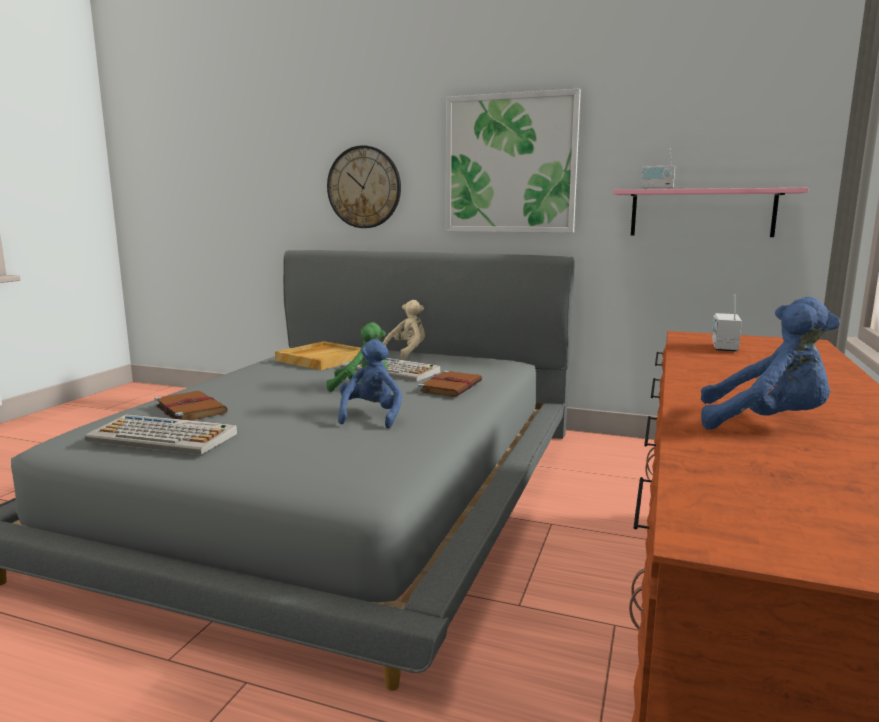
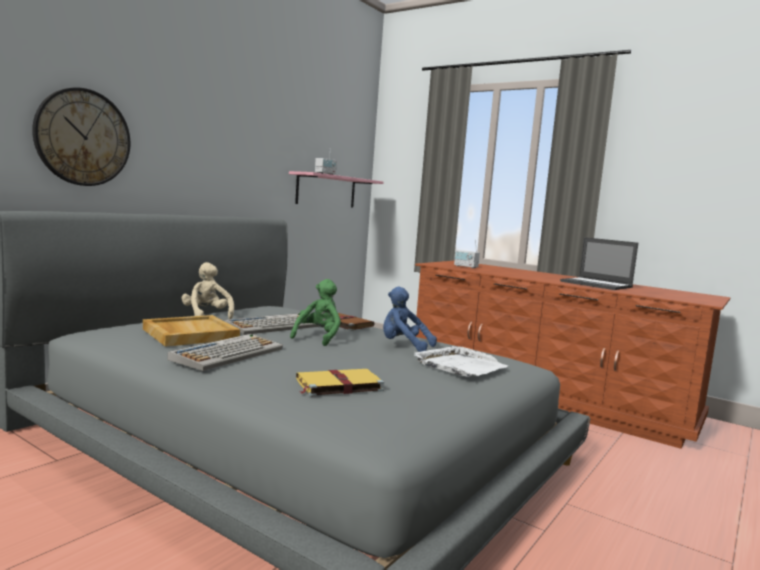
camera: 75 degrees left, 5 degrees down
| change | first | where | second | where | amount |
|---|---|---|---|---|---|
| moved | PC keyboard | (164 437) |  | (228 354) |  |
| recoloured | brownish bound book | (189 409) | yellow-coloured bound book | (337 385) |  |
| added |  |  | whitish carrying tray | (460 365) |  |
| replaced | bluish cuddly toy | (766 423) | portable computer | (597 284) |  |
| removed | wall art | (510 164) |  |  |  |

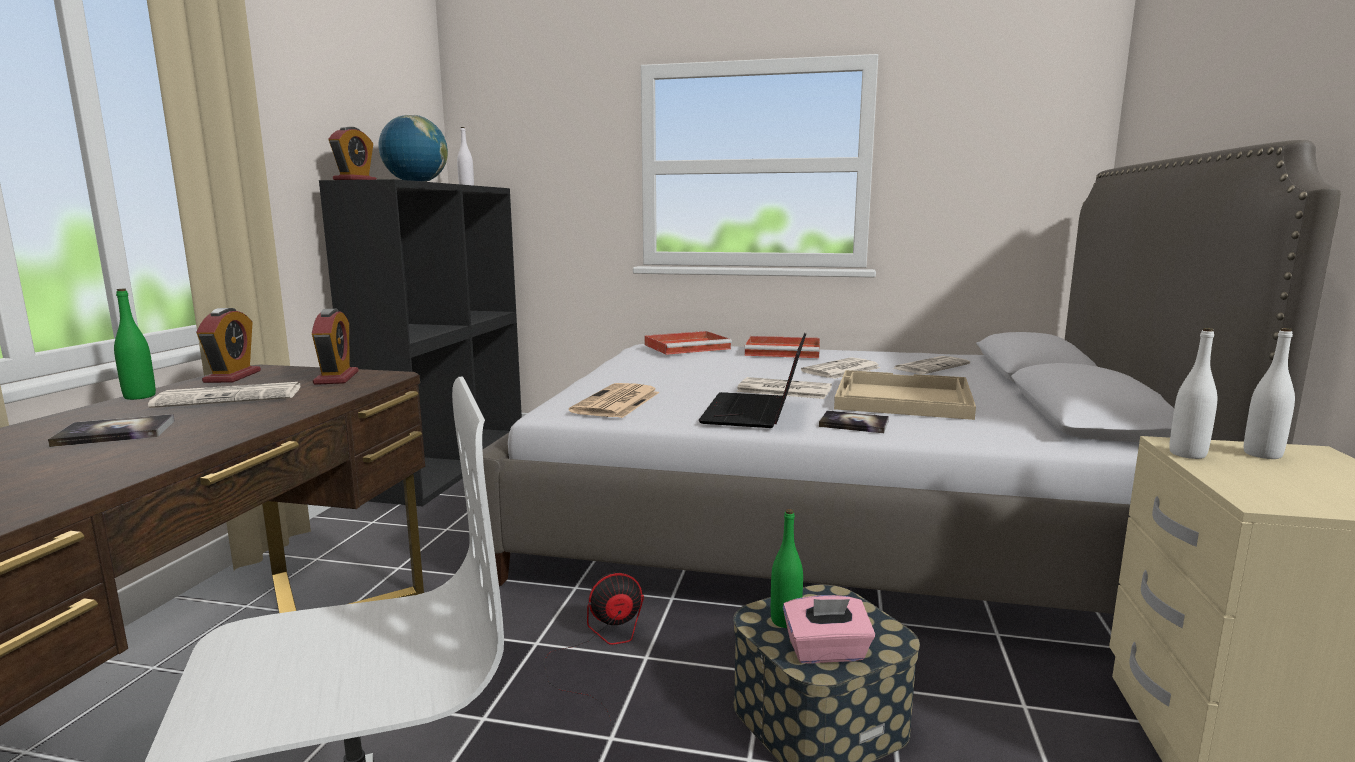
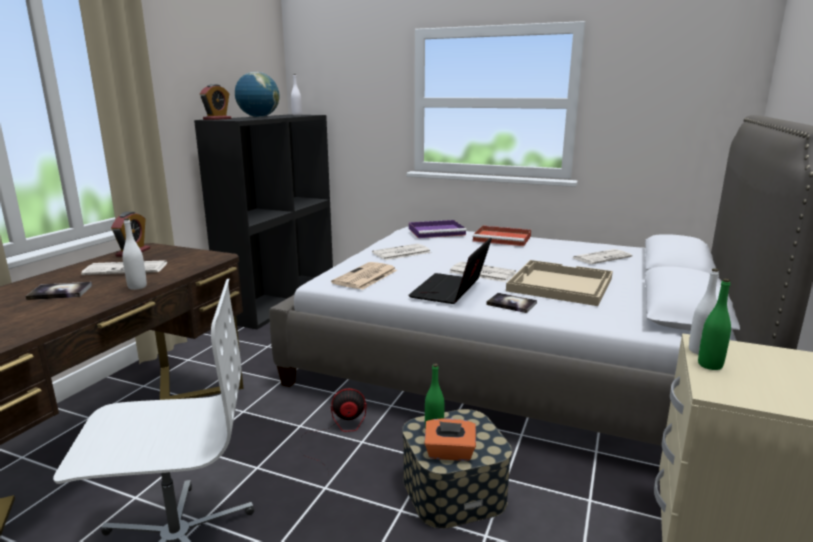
camera: 10 degrees right, 5 degrees up
| change | first | where | second | where | amount |
|---|---|---|---|---|---|
| moved | whitish beverage bottle | (1262 454) |  | (137 287) |  |
| moved | daily paper | (841 370) |  | (401 253) |  |
| recoloured | reddish carrying tray | (688 346) | purple-coloured carrying tray | (437 231) |  |
| recoloured | pinkish tissue holder | (826 652) | orange tissue holder | (449 453) |  |
| moved | greenish beverage bottle | (140 396) |  | (710 365) |  |
| removed | alarm clock | (336 378) |  |  |  |

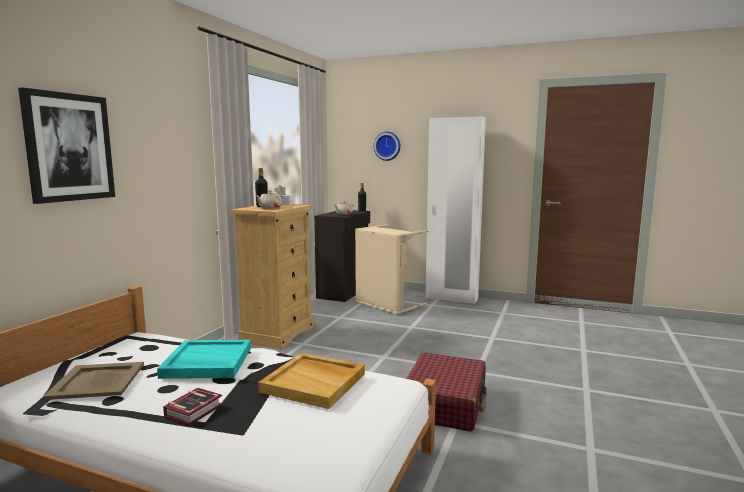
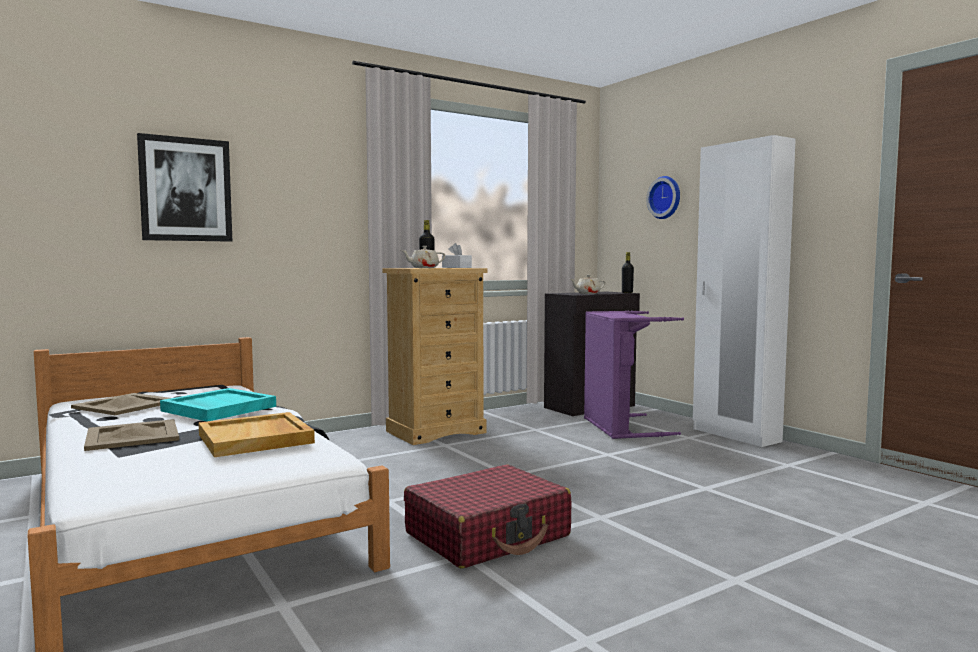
camera: 35 degrees right, 5 degrees down
| change | first | where | second | where | amount |
|---|---|---|---|---|---|
| replaced | bound book | (196 410) | sand-coloured carrying tray | (133 436) |  |
| recoloured | sand-coloured hamper | (386 305) | purple-coloured hamper | (619 427) |  |

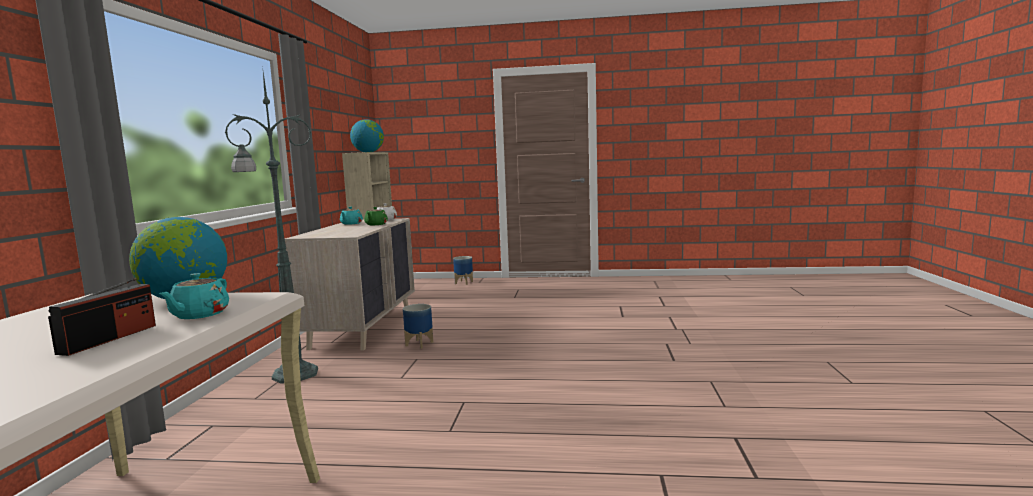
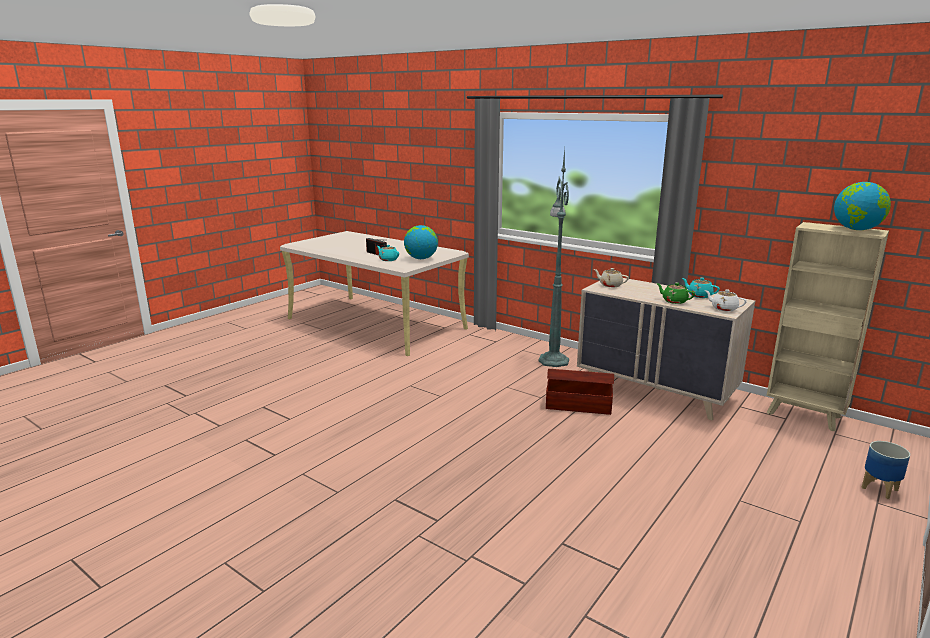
camera: 120 degrees right, 10 degrees up
| change | first | where | second | where | amount |
|---|---|---|---|---|---|
| replaced | flower pot | (419 344) | brownish storage container | (577 404) |  |
| added |  |  | sand-coloured pot for tea | (610 285) |  |

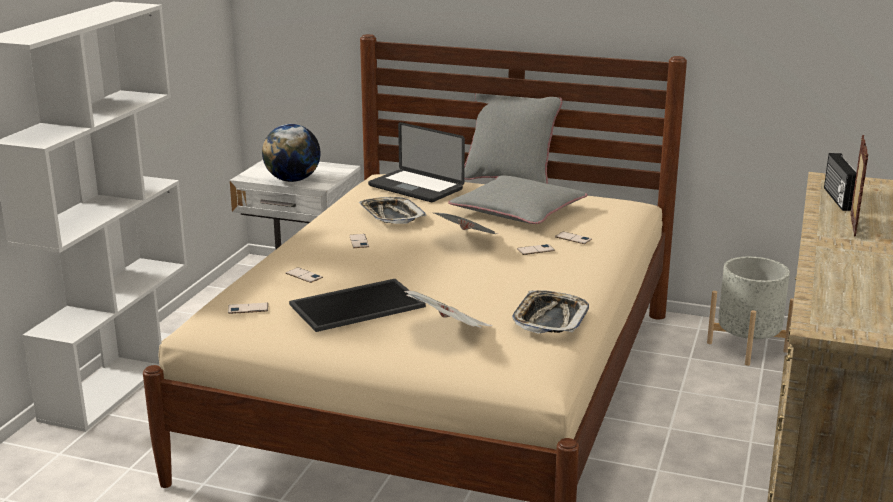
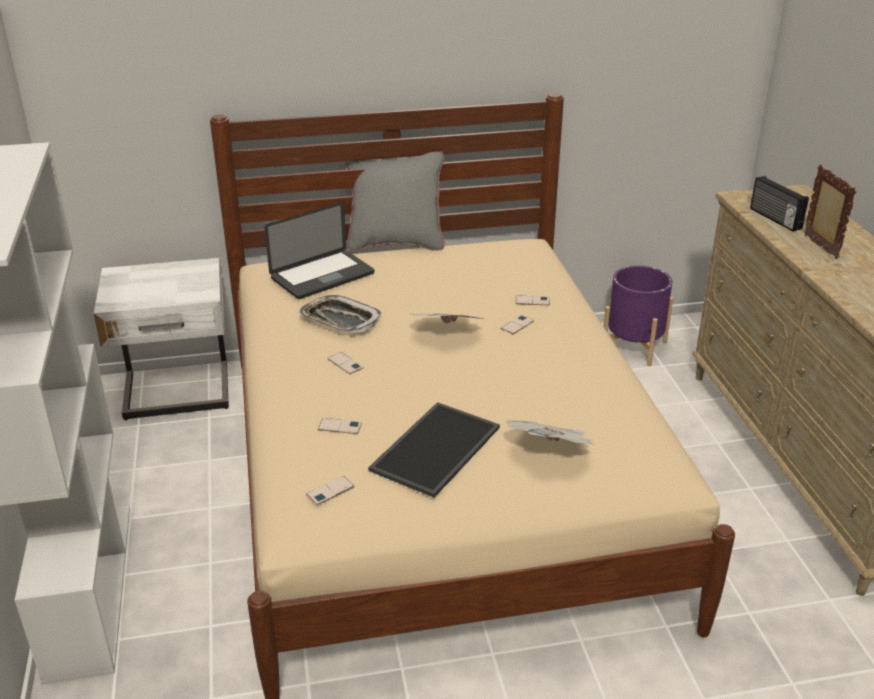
camera: 30 degrees left, 10 degrees up
| change | first | where | second | where | amount |
|---|---|---|---|---|---|
| turned | portable computer | (415 187) |  | (322 276) | 45 degrees counterclockwise |
| recoloured | gray flower pot | (747 347) | purple-coloured flower pot | (634 347) |  |
| removed | desk globe | (293 180) |  |  |  |
| removed | gray cushion | (518 211) |  |  |  |
| removed | carrying tray | (550 319) |  |  |  |

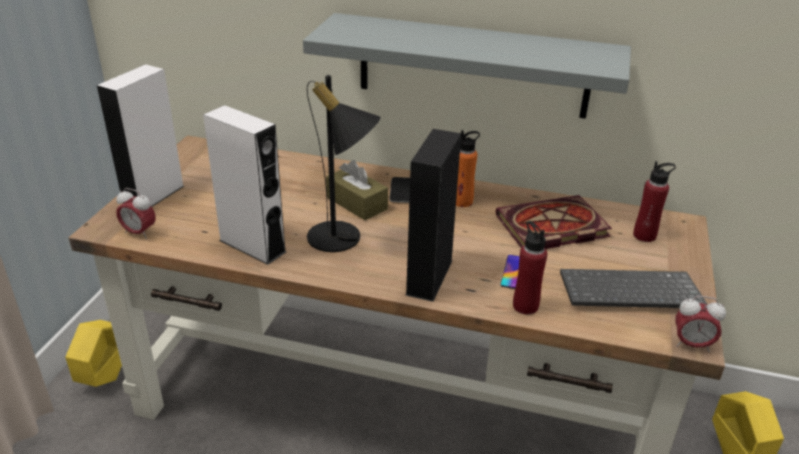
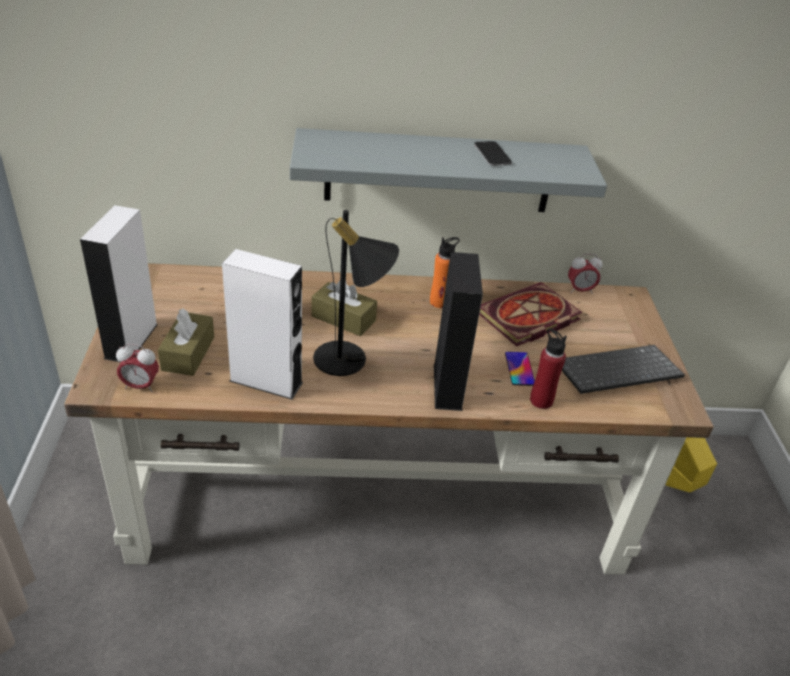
camera: 20 degrees left, 5 degrees up
| change | first | where | second | where | amount |
|---|---|---|---|---|---|
| added |  |  | brownish tissue holder | (188 353) |  |
| moved | phone | (401 191) |  | (492 155) |  |
| moved | alarm clock | (691 344) |  | (580 290) |  |
| removed | yellow-coloured flower pot | (105 377) |  |  |  |
| removed | reddish beverage bottle | (644 235) |  |  |  |

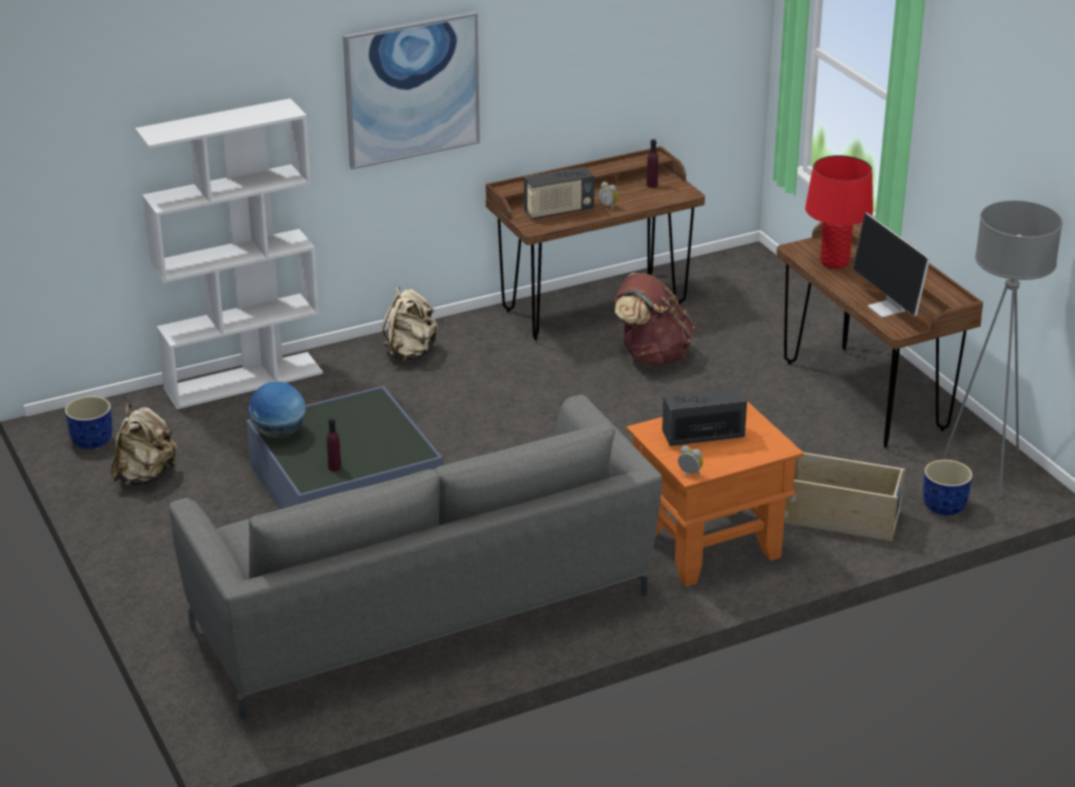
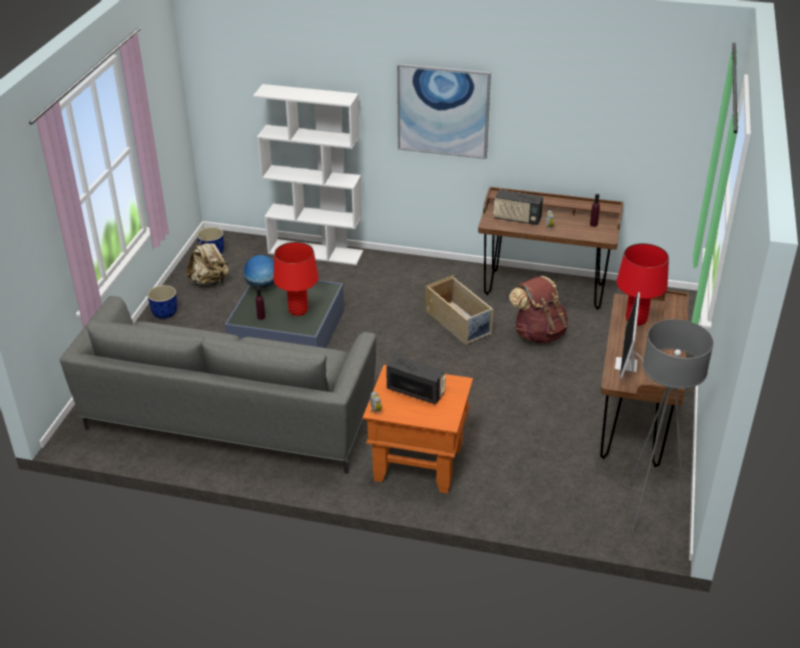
camera: 40 degrees right, 5 degrees up
| change | first | where | second | where | amount |
|---|---|---|---|---|---|
| moved | bluish flower pot | (943 506) |  | (165 312) |  |
| added |  |  | reddish lamp for a table | (298 311) |  |
| moved | sand-coloured storage container | (840 517) |  | (459 323) |  |
| removed | sand-coloured backpack | (410 354) |  |  |  |

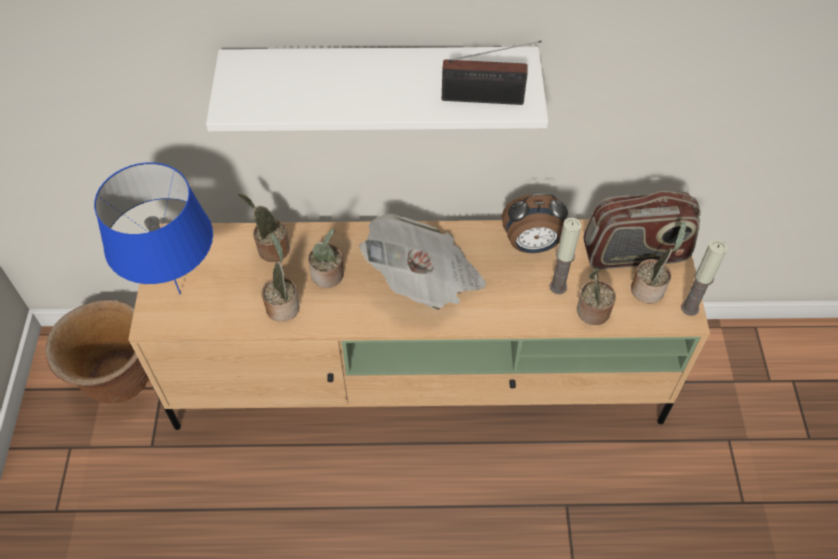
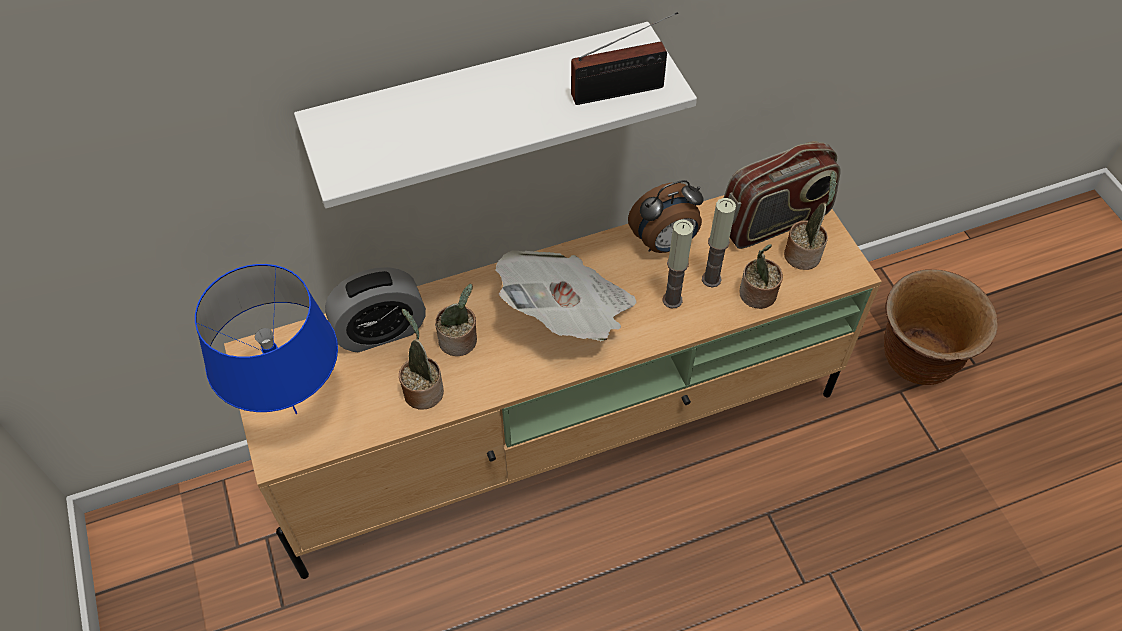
camera: 20 degrees left, 0 degrees up
| change | first | where | second | where | amount |
|---|---|---|---|---|---|
| replaced | potted plant | (271 249) | alarm clock | (380 331) |  |
| moved | wax light | (690 308) |  | (672 300) |  |
| moved | brownish flower pot | (119 379) |  | (917 360) |  |

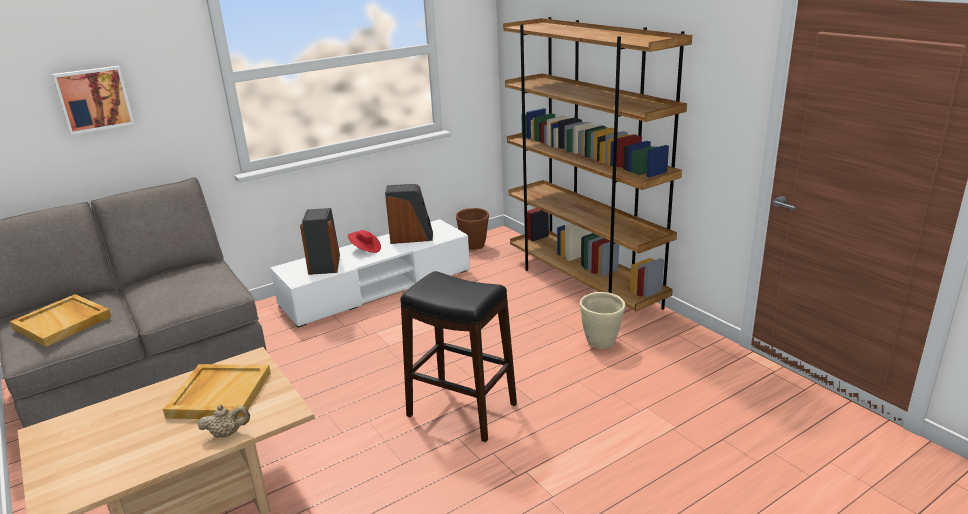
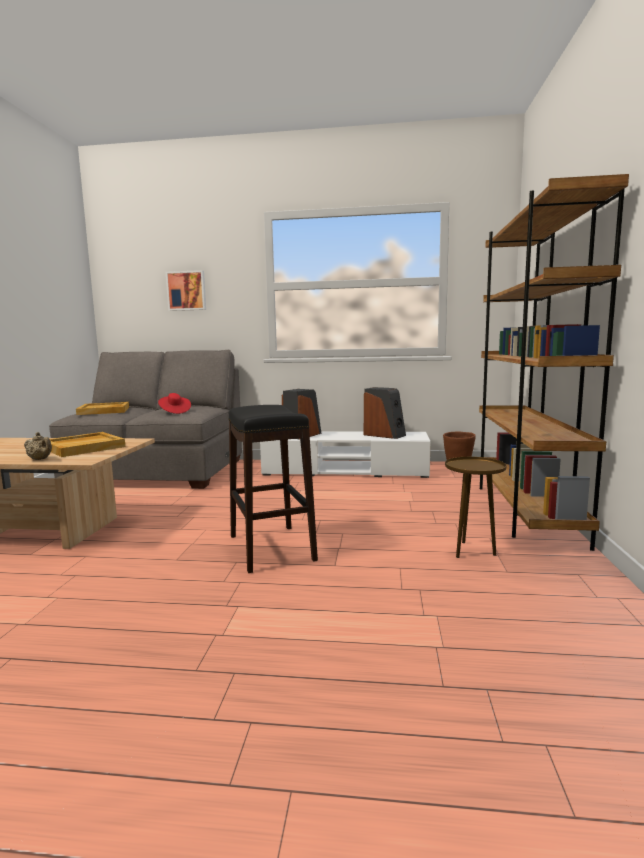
camera: 40 degrees right, 15 degrees down
| change | first | where | second | where | amount |
|---|---|---|---|---|---|
| moved | reddish hat | (365 249) |  | (174 412) |  |
| replaced | sand-coloured flower pot | (601 343) | brownish accent table | (471 551) |  |

